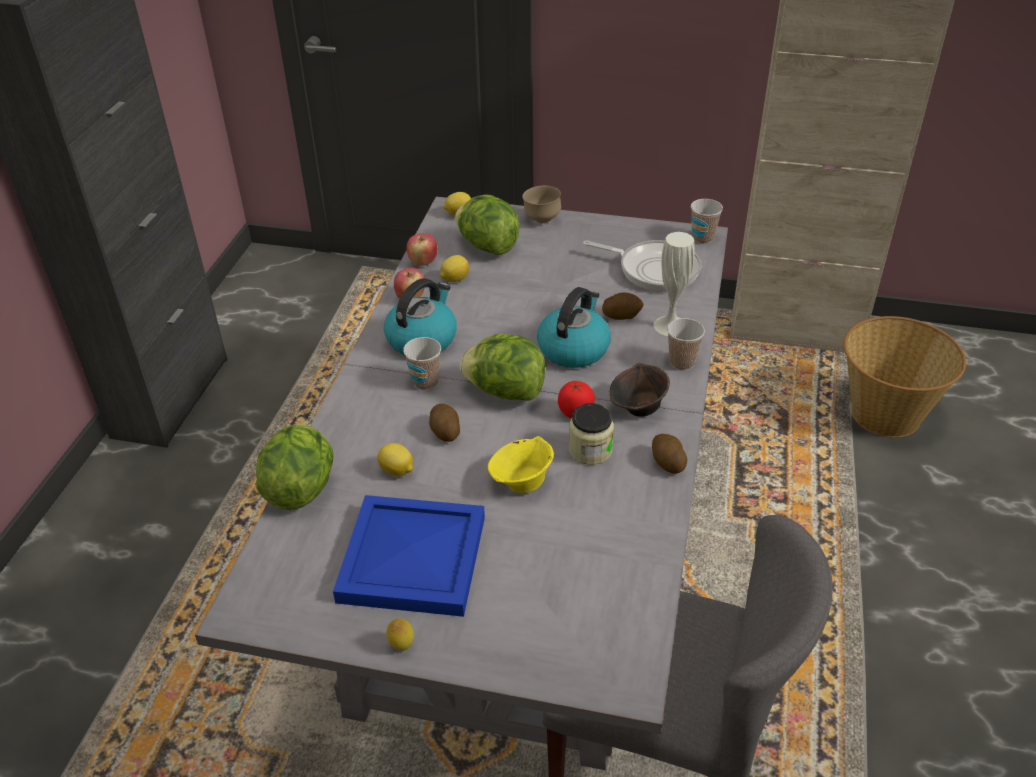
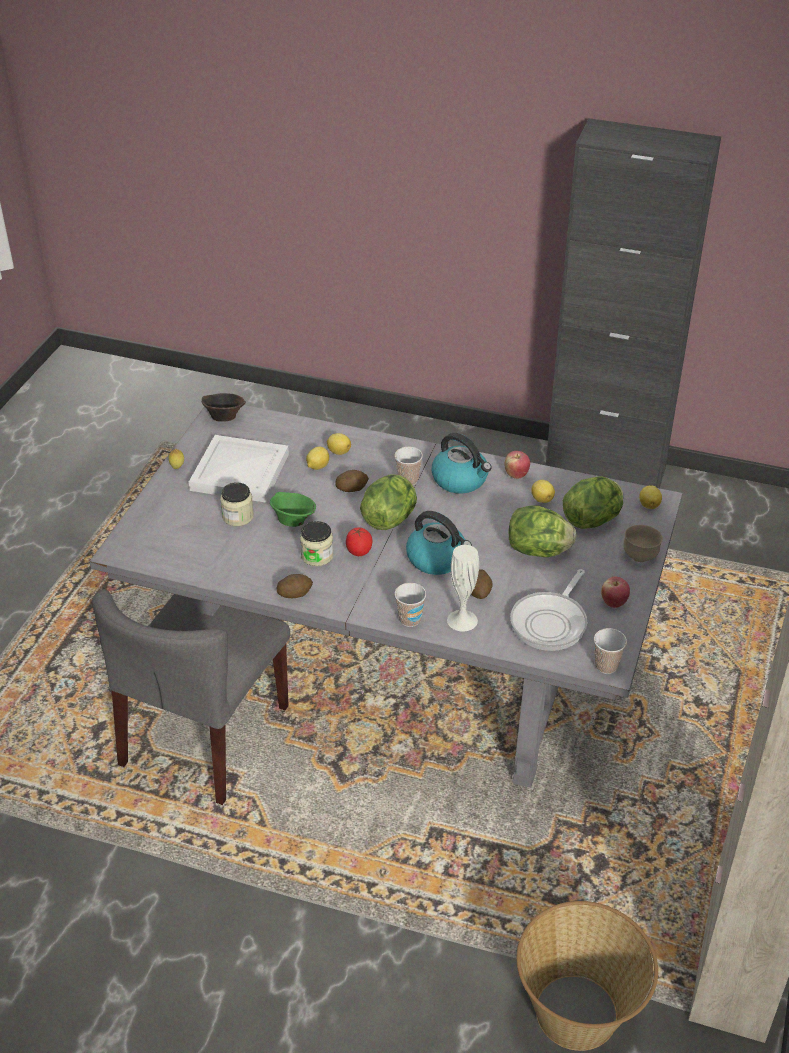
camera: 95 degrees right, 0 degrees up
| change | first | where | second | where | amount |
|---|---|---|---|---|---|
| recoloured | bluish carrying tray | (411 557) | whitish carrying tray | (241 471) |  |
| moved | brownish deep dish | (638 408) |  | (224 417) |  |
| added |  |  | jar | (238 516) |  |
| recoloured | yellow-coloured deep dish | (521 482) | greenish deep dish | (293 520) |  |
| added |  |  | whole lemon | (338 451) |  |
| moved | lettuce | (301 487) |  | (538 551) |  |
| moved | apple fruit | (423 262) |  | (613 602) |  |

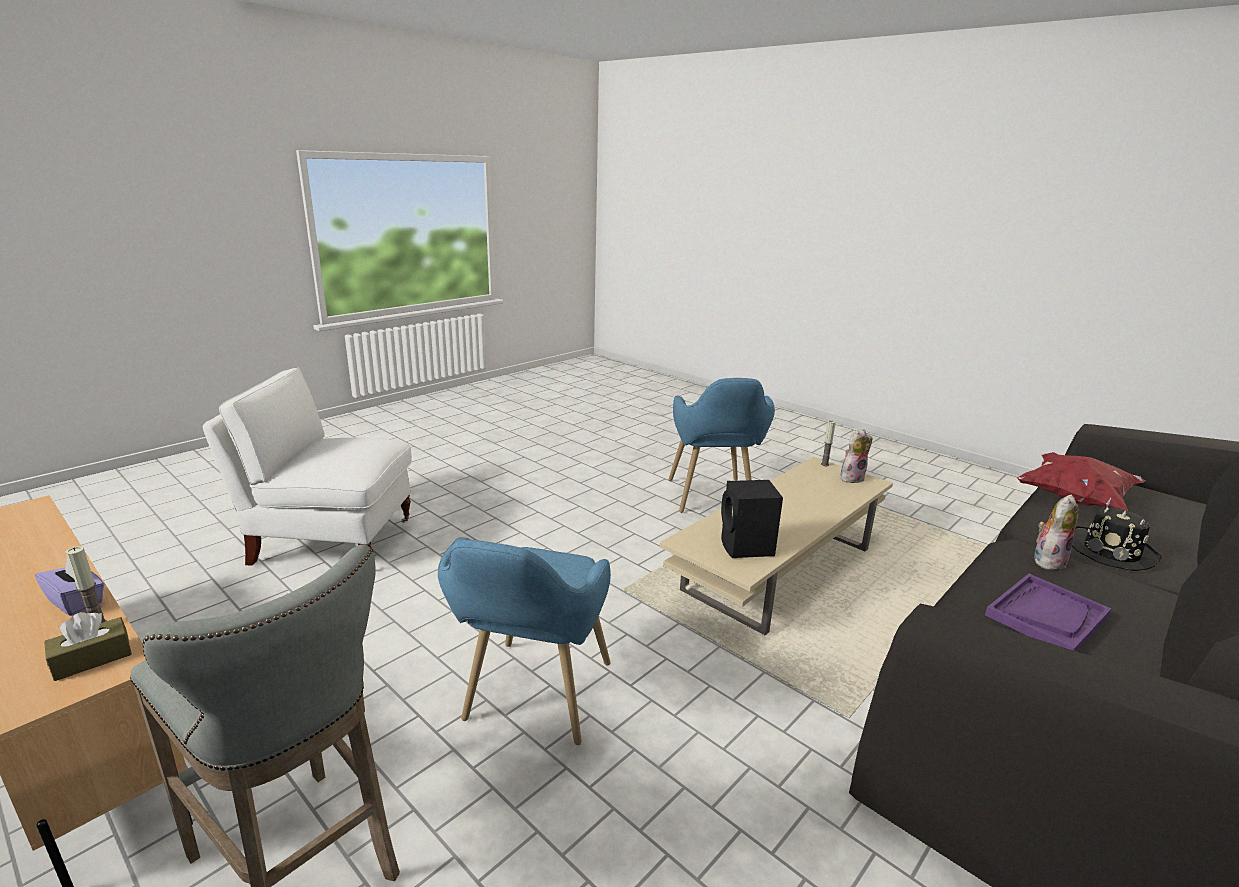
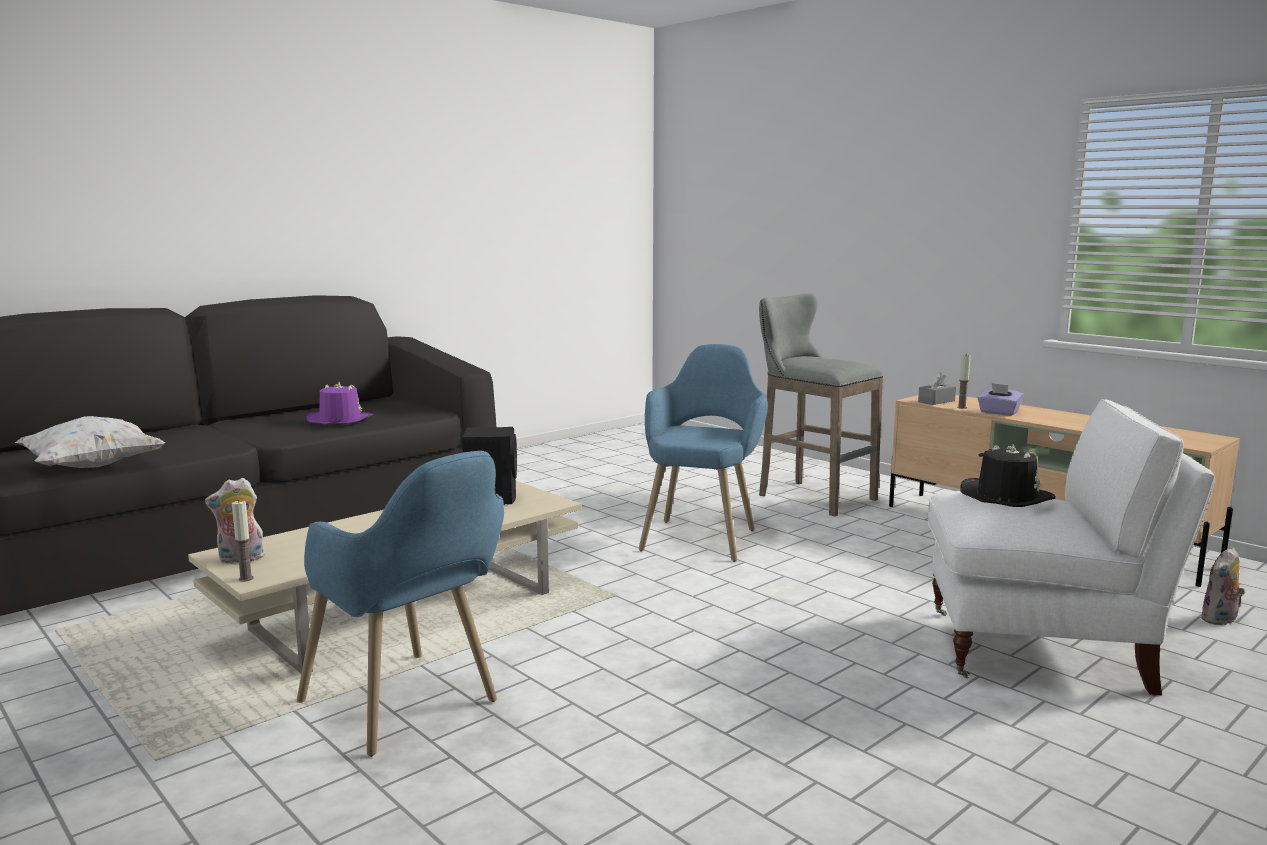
camera: 175 degrees left, 10 degrees down
| change | first | where | second | where | amount |
|---|---|---|---|---|---|
| recoloured | reddish cushion | (1075 499) | whitish cushion | (93 467) |  |
| turned | bluish armchair | (712 501) |  | (411 711) | 135 degrees clockwise |
| replaced | purple-coloured carrying tray | (1046 615) | purple-coloured hat | (339 420) |  |
| recoloured | brownish tissue holder | (92 659) | gray tissue holder | (936 401) |  |
| moved | black-coloured hat | (1112 551) |  | (1005 497) |  |
| moved | cuddly toy | (1047 560) |  | (1220 620) |  |

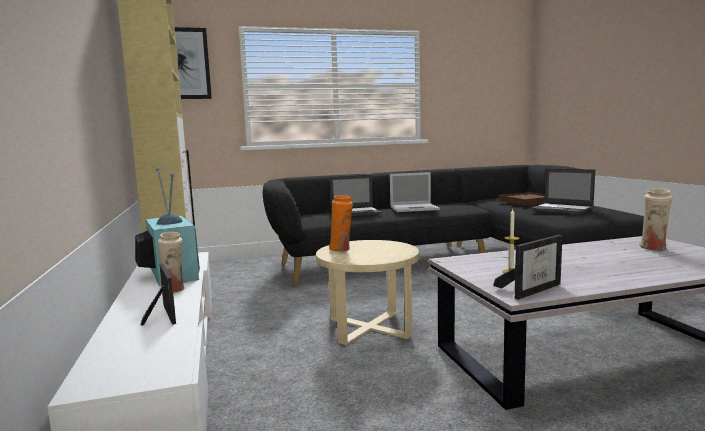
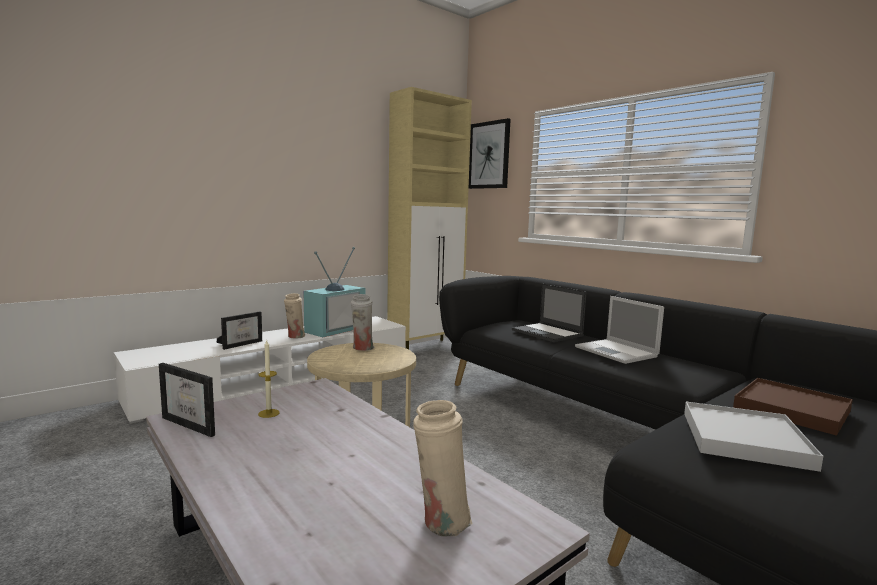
camera: 65 degrees right, 0 degrees up
| change | first | where | second | where | amount |
|---|---|---|---|---|---|
| recoloured | orange flower vase | (341 249) | whitish flower vase | (362 348) |  |
| replaced | portable computer | (562 209) | whitish carrying tray | (744 439) |  |

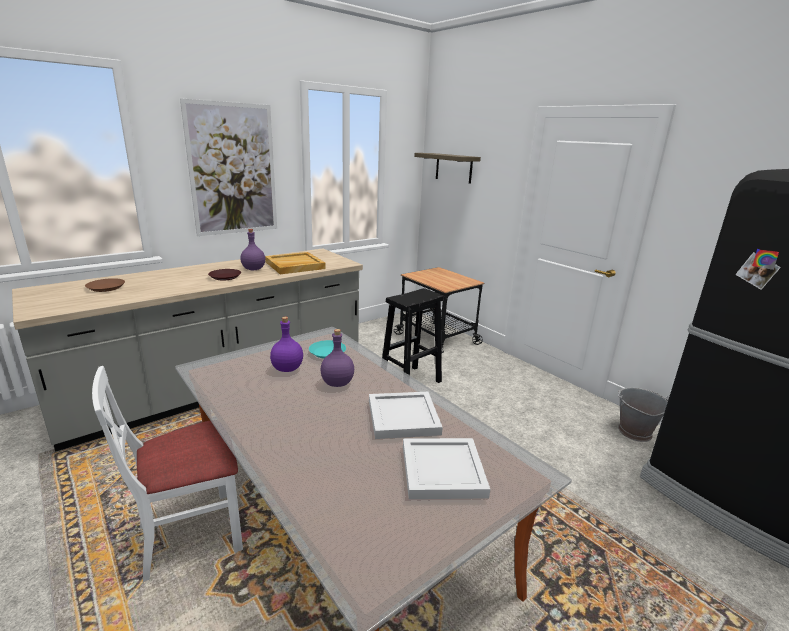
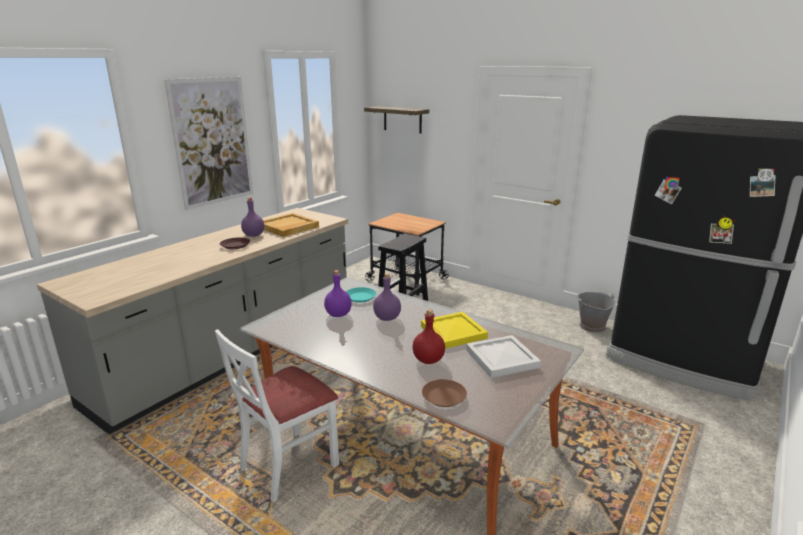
camera: 15 degrees left, 0 degrees up
| change | first | where | second | where | amount |
|---|---|---|---|---|---|
| added |  |  | reddish beverage bottle | (429 360) |  |
| recoloured | whitish carrying tray | (404 418) | yellow-coloured carrying tray | (454 332) |  |
| moved | brownish plate | (105 287) |  | (443 397) |  |

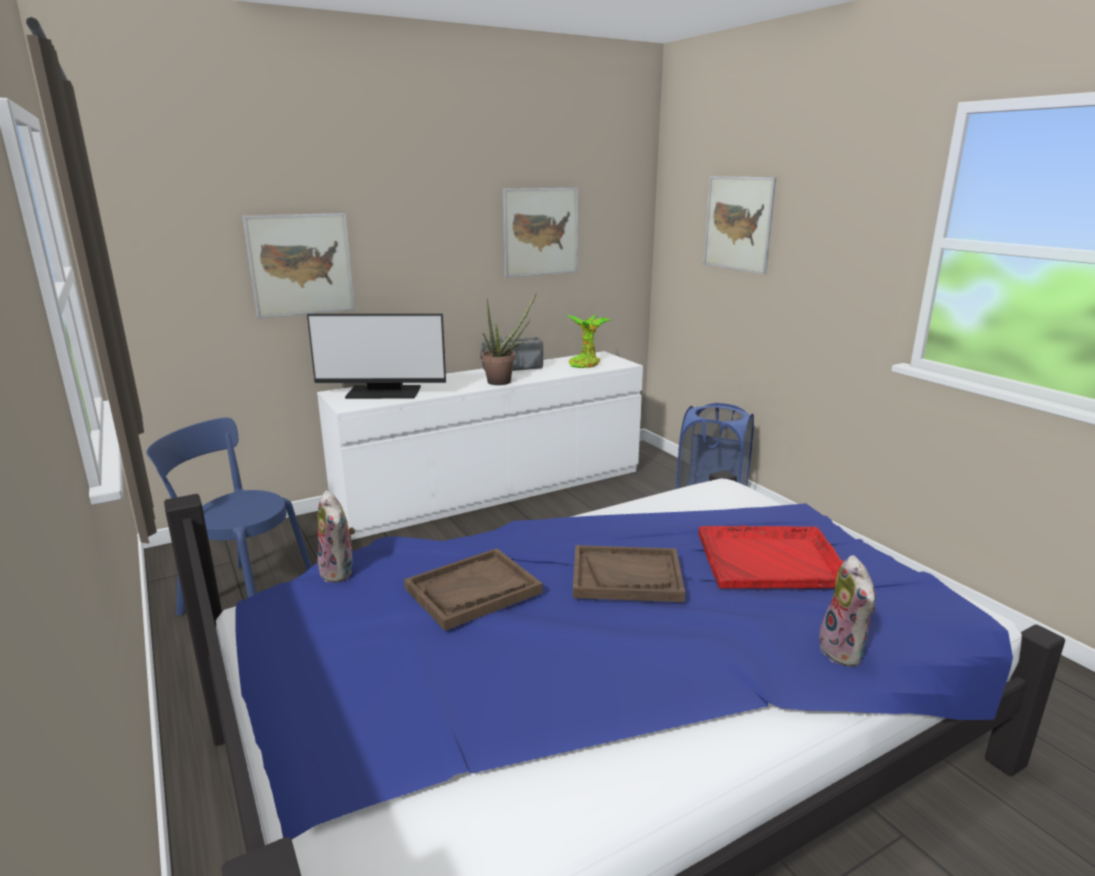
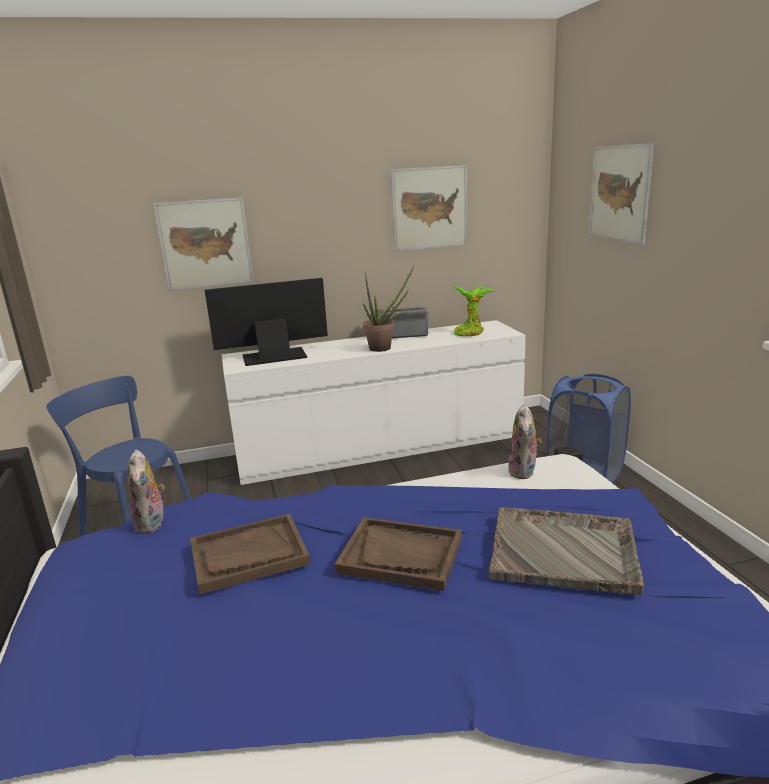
camera: 15 degrees right, 0 degrees up
| change | first | where | second | where | amount |
|---|---|---|---|---|---|
| turned | computer display | (383 393) |  | (274 356) | 150 degrees clockwise |
| recoloured | reddish carrying tray | (772 560) | gray carrying tray | (564 552) |  |
| moved | cuddly toy | (845 652) |  | (524 472) |  |

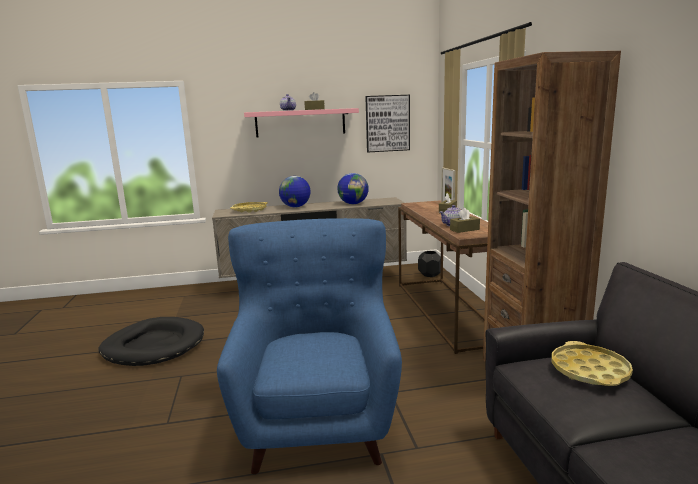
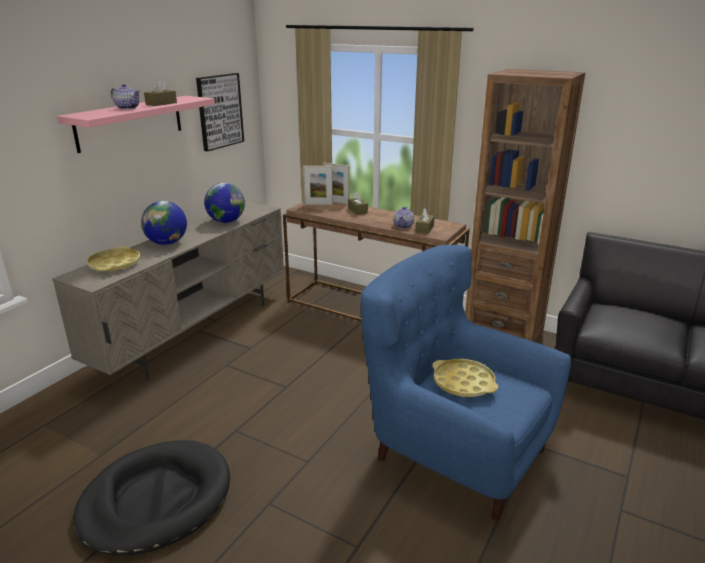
camera: 50 degrees left, 10 degrees up
| change | first | where | second | where | amount |
|---|---|---|---|---|---|
| added |  |  | photo frame | (318 204) |  |
| moved | yellow-coloured carrying tray | (589 371) |  | (463 383) |  |
| removed | black-coloured flower pot | (429 275) |  |  |  |

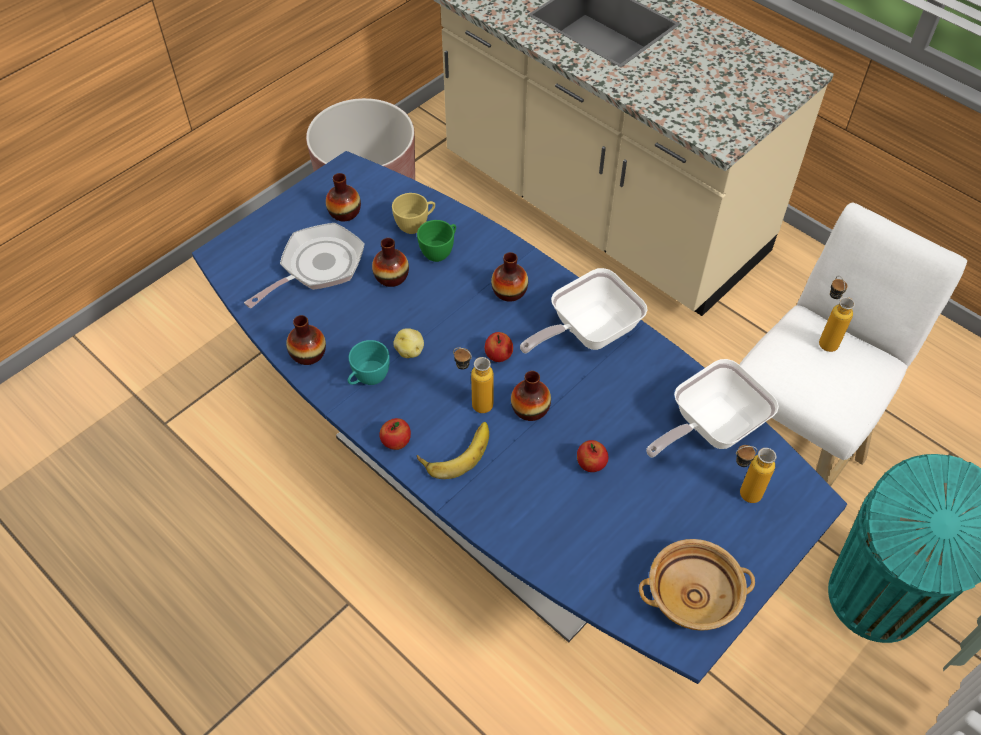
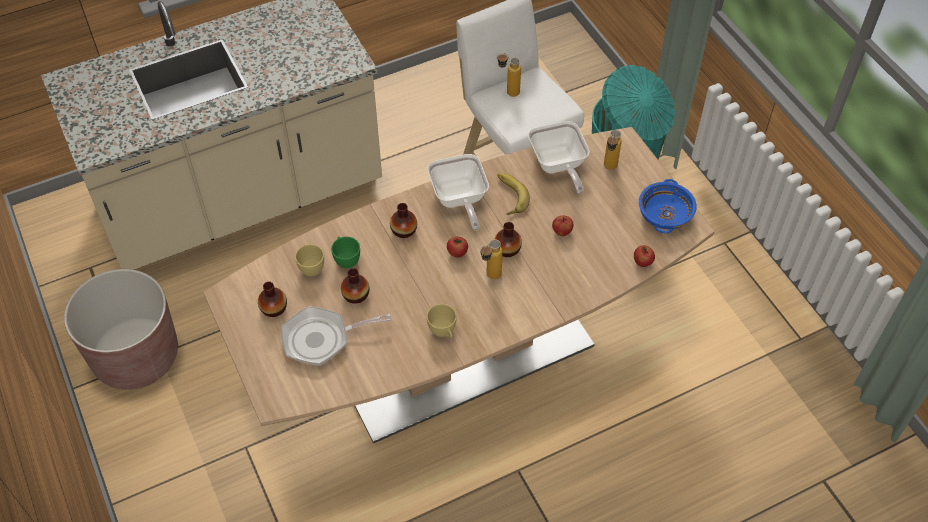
camera: 70 degrees left, 0 degrees up
| change | first | where | second | where | amount |
|---|---|---|---|---|---|
| recoloured | bluish dining table | (489 490) | brownish dining table | (463 355) |  |
| turned | pan | (317 267) |  | (322 339) | 75 degrees counterclockwise |
| recoloured | turquoise small cup | (368 379) | yellow-coloured small cup | (443 332) |  |
| moved | banana fruit | (455 450) |  | (508 196) |  |
| moved | apple fruit | (396 442) |  | (642 262) |  |
| recoloured | sand-coloured deep dish | (693 595) | bluish deep dish | (664 214) |  |
| removed | flower vase | (308 354) |  |  |  |
| removed | spud | (410 350) |  |  |  |

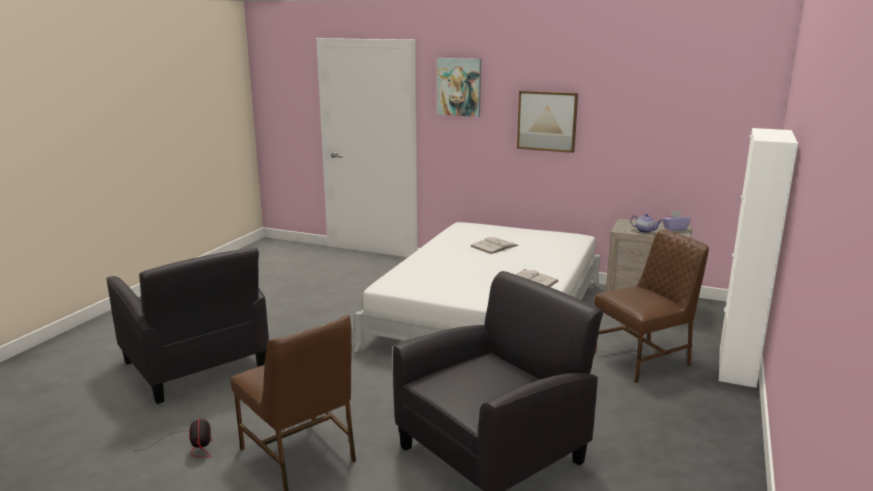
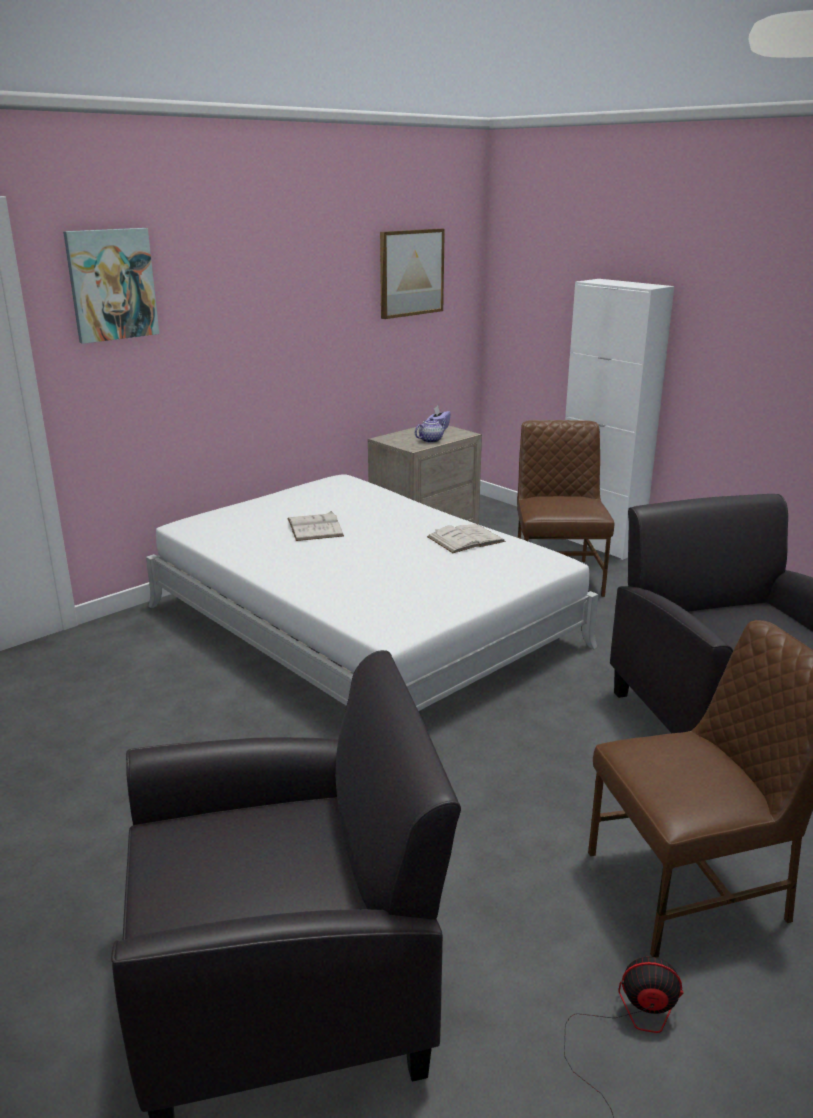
camera: 65 degrees left, 5 degrees up
| change | first | where | second | where | amount |
|---|---|---|---|---|---|
| moved | wall art | (547 121) |  | (410 273) |  |

